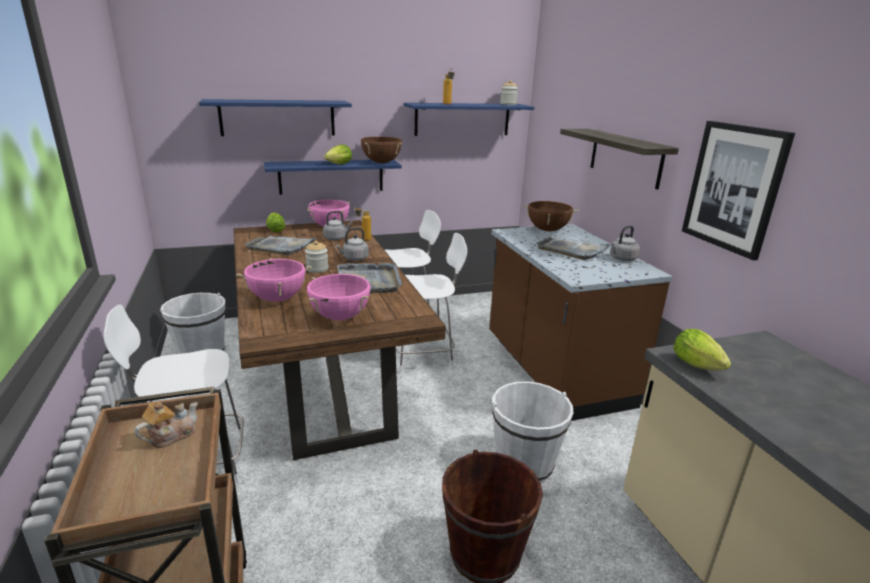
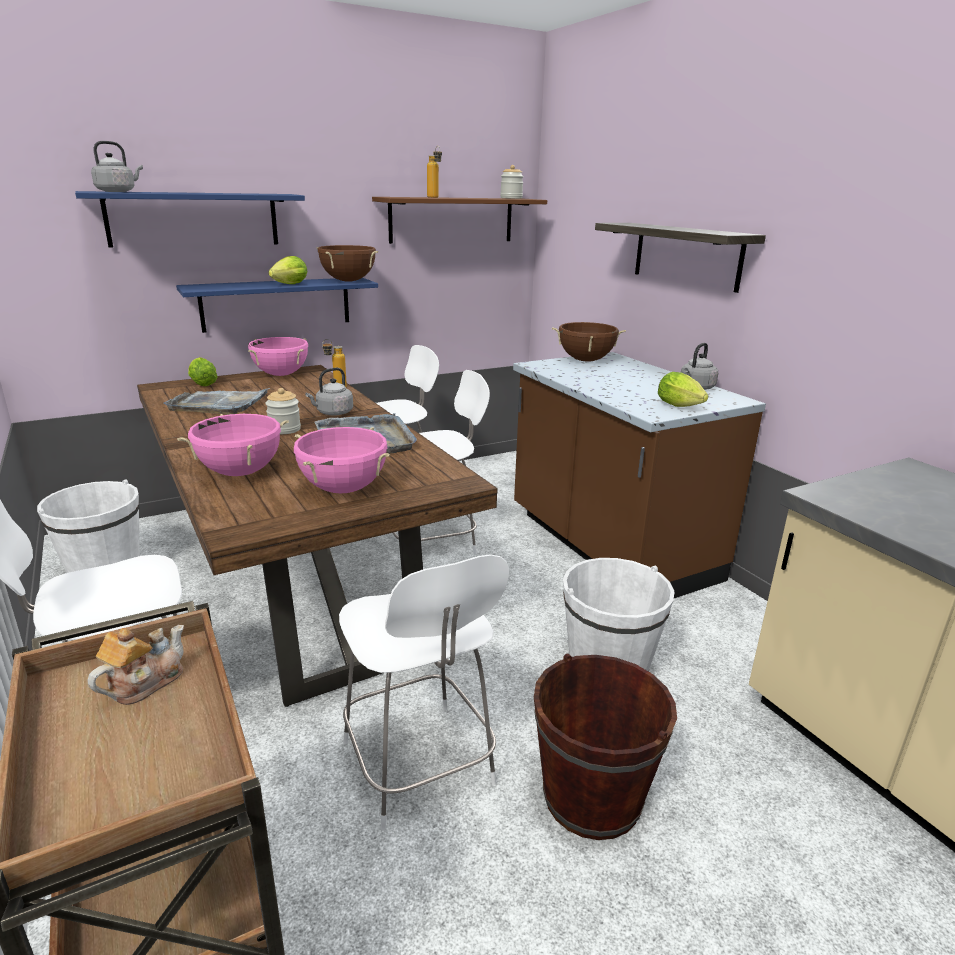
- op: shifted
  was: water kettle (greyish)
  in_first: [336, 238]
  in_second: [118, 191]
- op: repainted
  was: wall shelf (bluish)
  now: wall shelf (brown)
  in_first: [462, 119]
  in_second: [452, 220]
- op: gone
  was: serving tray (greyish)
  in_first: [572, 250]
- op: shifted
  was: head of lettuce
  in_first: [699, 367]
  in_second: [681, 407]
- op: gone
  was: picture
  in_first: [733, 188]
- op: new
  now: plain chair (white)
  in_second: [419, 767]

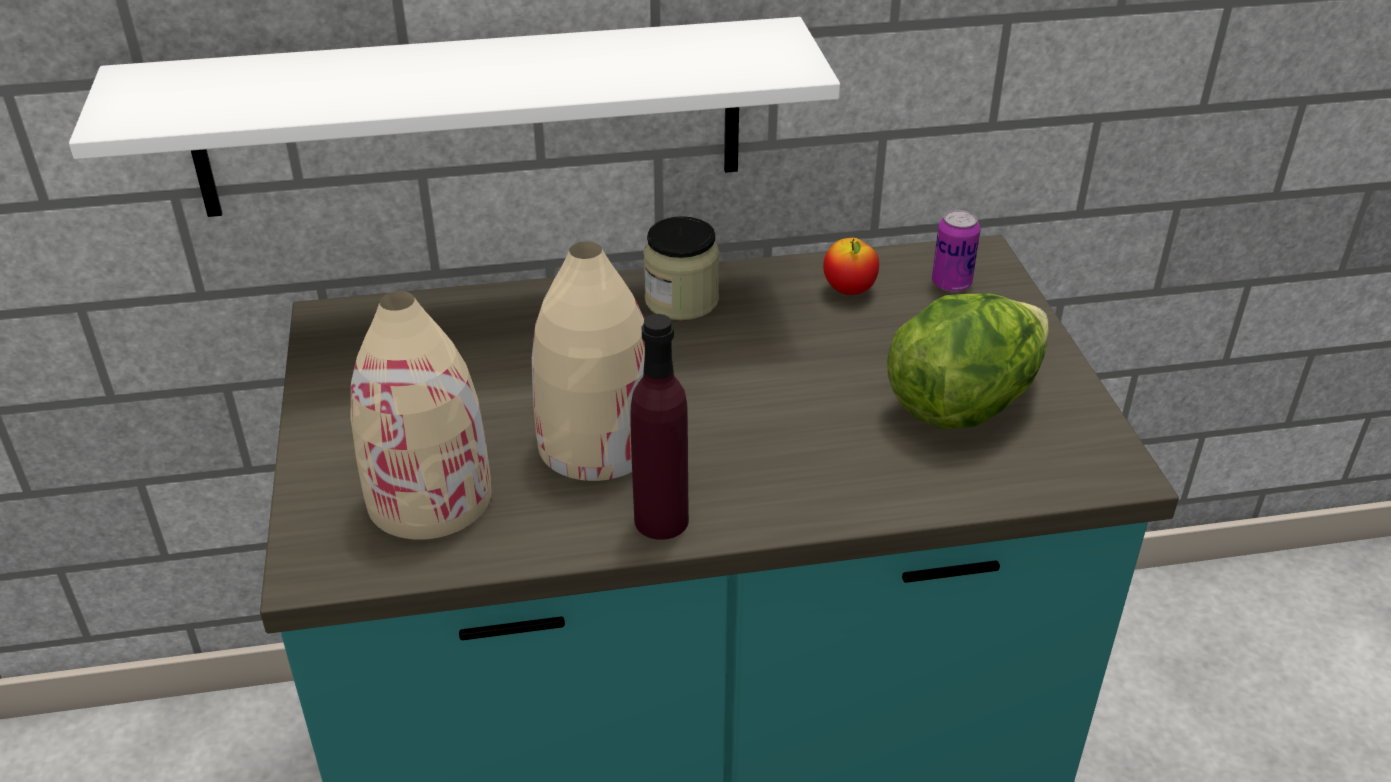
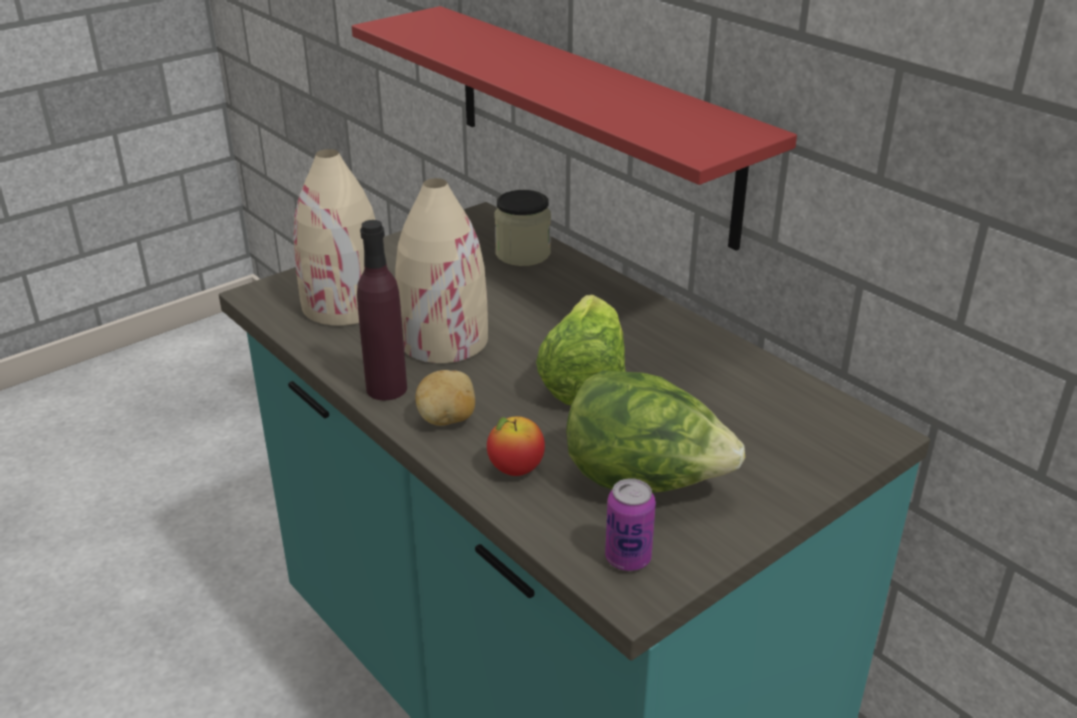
- op: repainted
  was: wall shelf (white)
  now: wall shelf (reddish)
  in_first: [471, 118]
  in_second: [590, 121]
- op: shifted
  was: preserve jar
  in_first: [681, 300]
  in_second: [523, 253]
- op: shifted
  was: apple
  in_first: [849, 290]
  in_second: [515, 469]
- op: shifted
  was: can
  in_first: [951, 283]
  in_second: [628, 558]
- op: new
  now: whole potato
  in_second: [447, 420]
- op: new
  now: head of lettuce
  in_second: [584, 381]

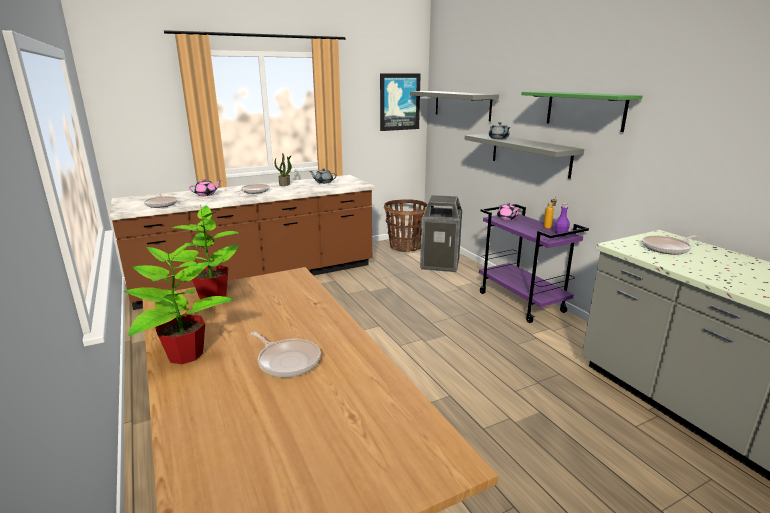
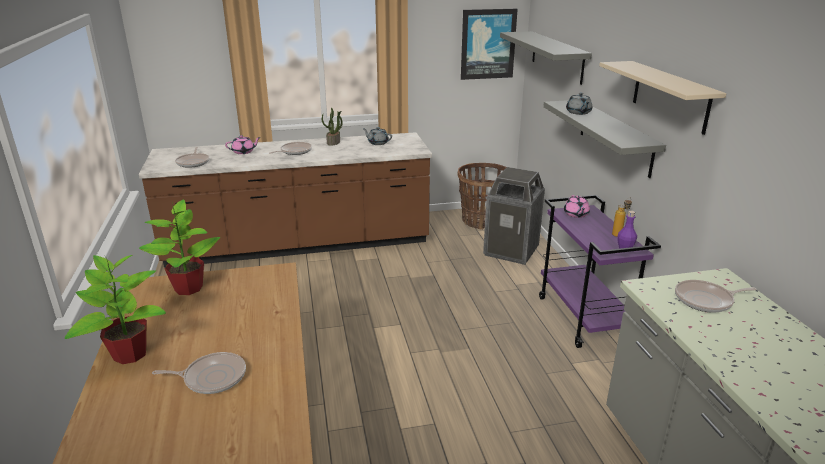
- op: rotated
  was: frying pan
  in_first: [287, 361]
  in_second: [212, 377]
  clockwise: -60
- op: repainted
  was: wall shelf (greenish)
  now: wall shelf (beige)
  in_first: [584, 110]
  in_second: [670, 96]

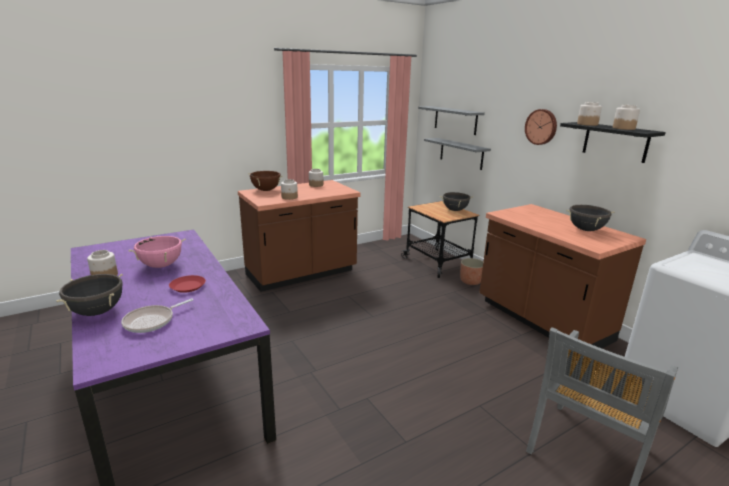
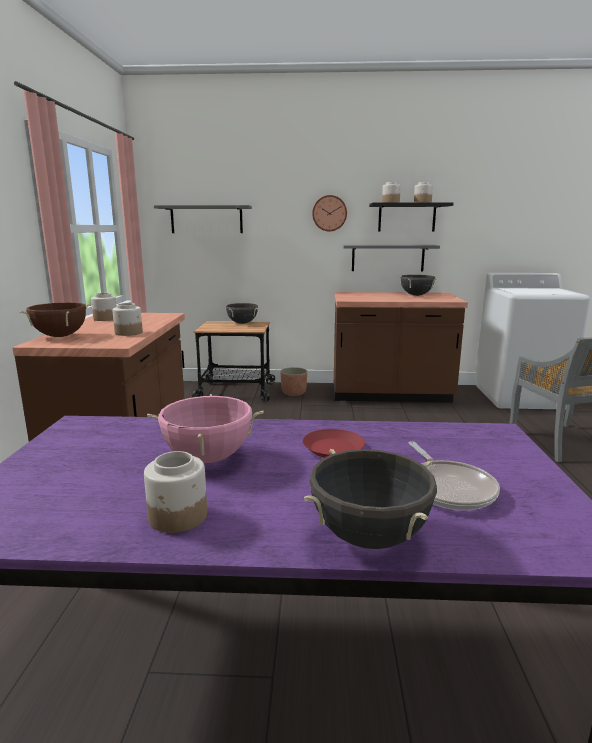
- op: shifted
  was: wall shelf (greyish)
  in_first: [461, 153]
  in_second: [387, 258]

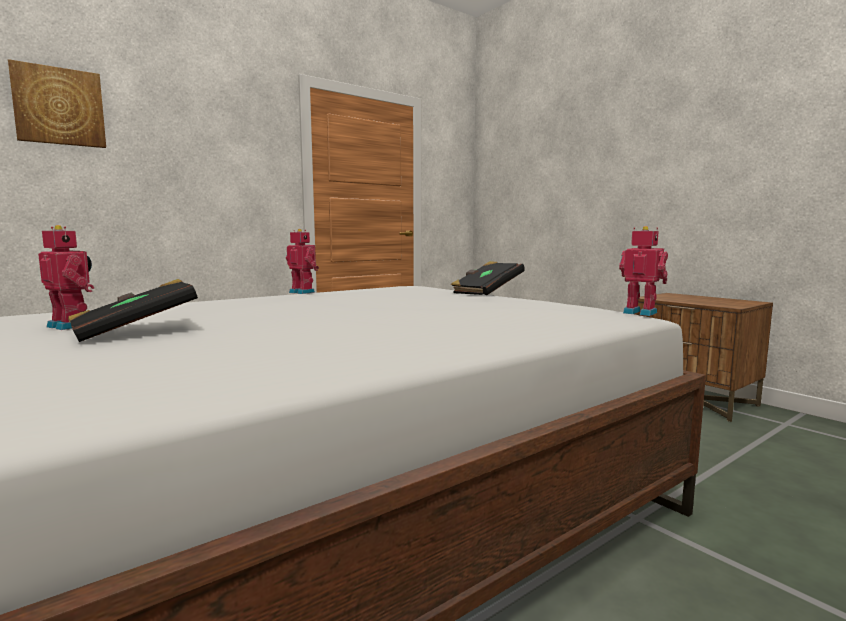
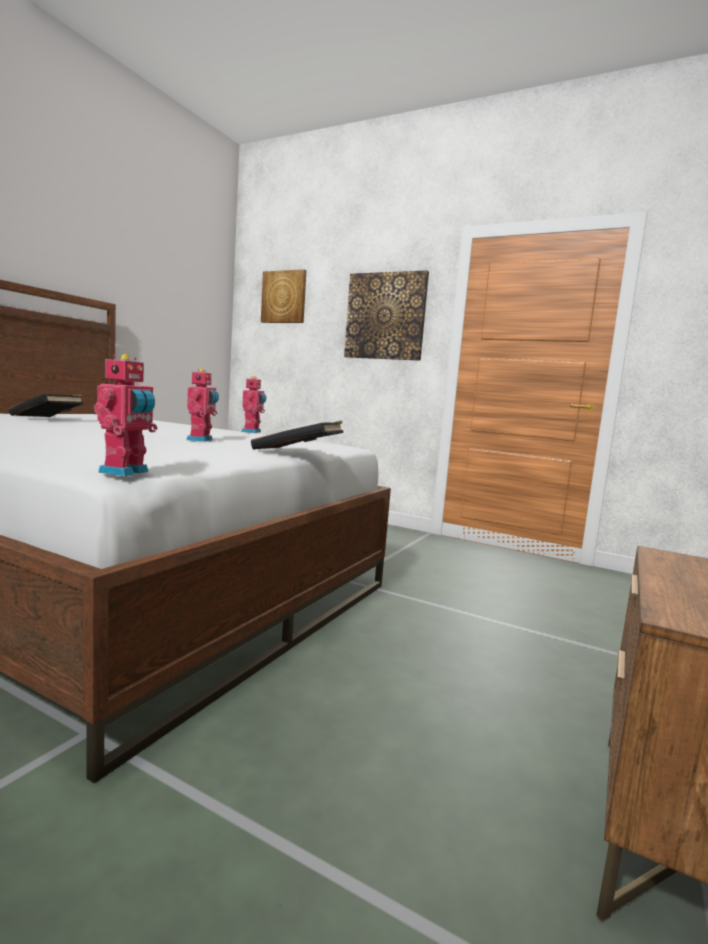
- op: shifted
  was: model robot
  in_first: [72, 326]
  in_second: [201, 440]
- op: new
  now: picture
  in_second: [385, 316]

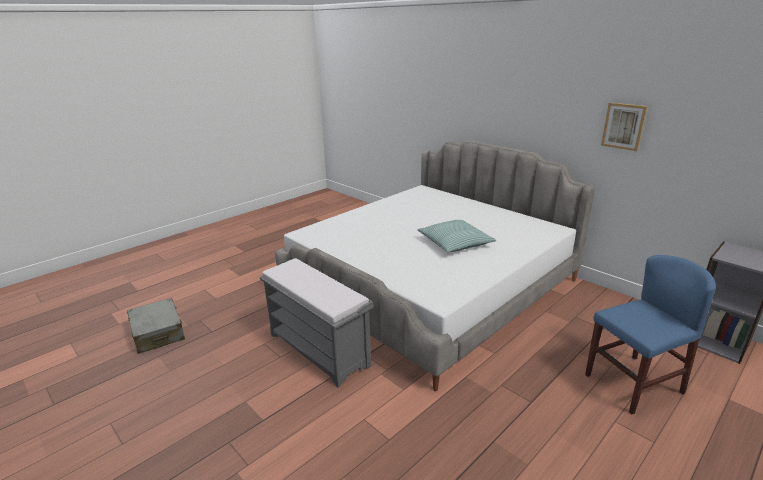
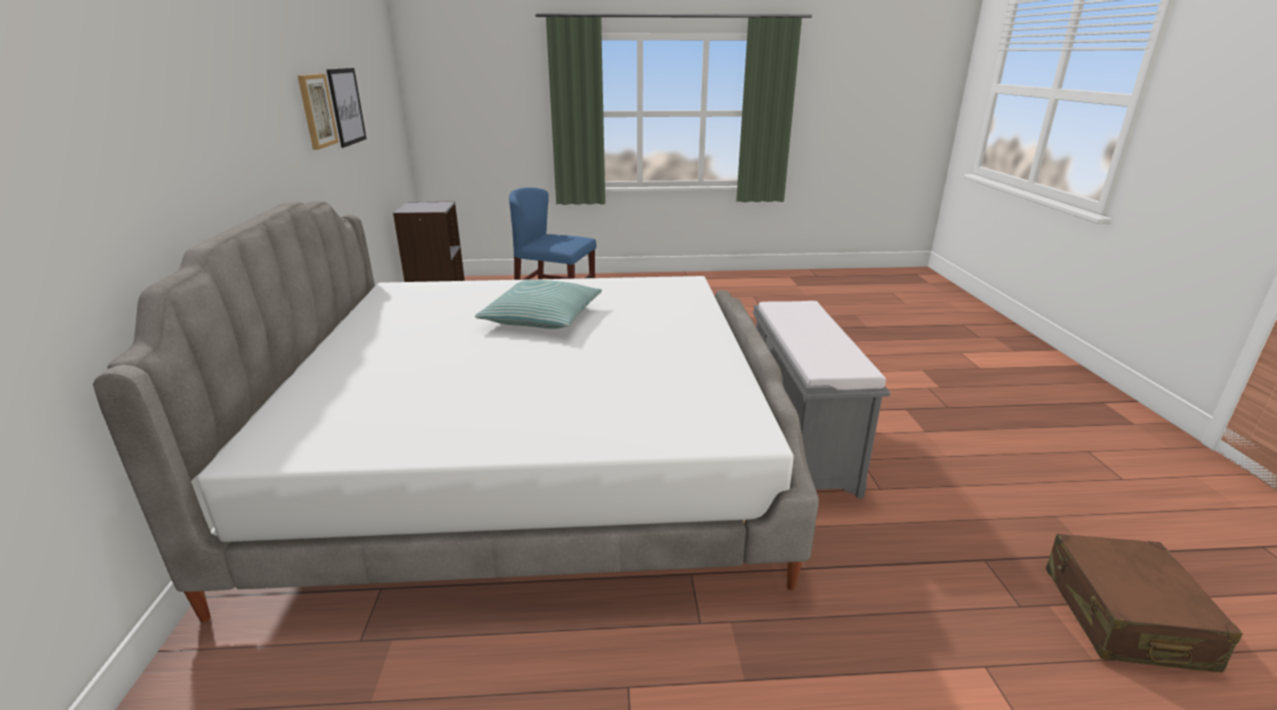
- op: repainted
  was: travel case (greyish)
  now: travel case (brown)
  in_first: [158, 333]
  in_second: [1124, 617]
- op: new
  now: picture
  in_second: [346, 106]

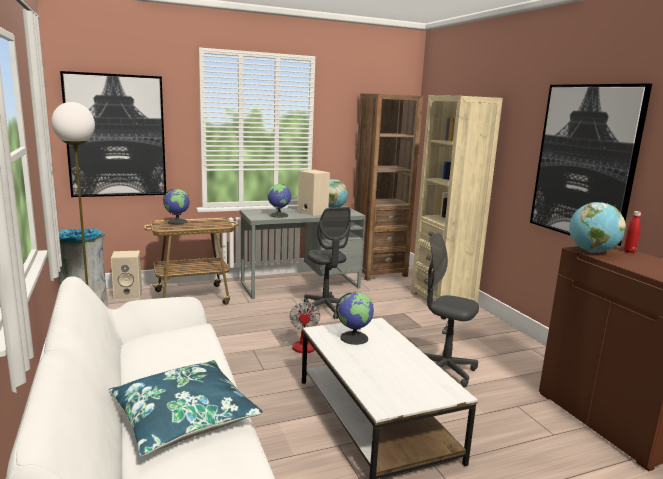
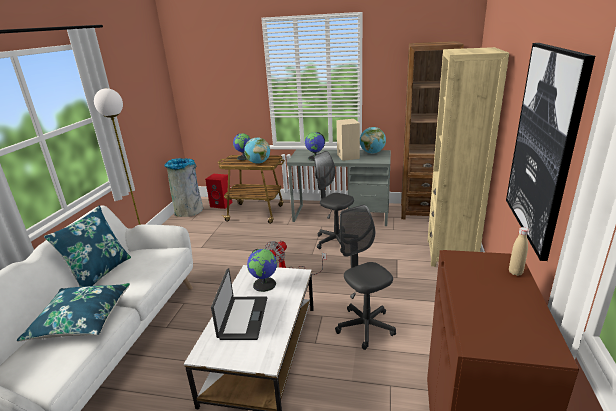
- op: gone
  was: picture
  in_first: [116, 136]
- op: repainted
  was: audio speaker (beige)
  now: audio speaker (reddish)
  in_first: [129, 295]
  in_second: [222, 204]
- op: rotated
  was: office chair (greyish)
  in_first: [325, 309]
  in_second: [336, 241]
  clockwise: 120
- op: shifted
  was: world globe
  in_first: [592, 251]
  in_second: [258, 163]
- op: repainted
  was: bottle (reddish)
  now: bottle (beige)
  in_first: [629, 251]
  in_second: [515, 272]
- op: new
  now: throw pillow (bluish)
  in_second: [99, 273]
- op: new
  now: notebook computer
  in_second: [242, 318]

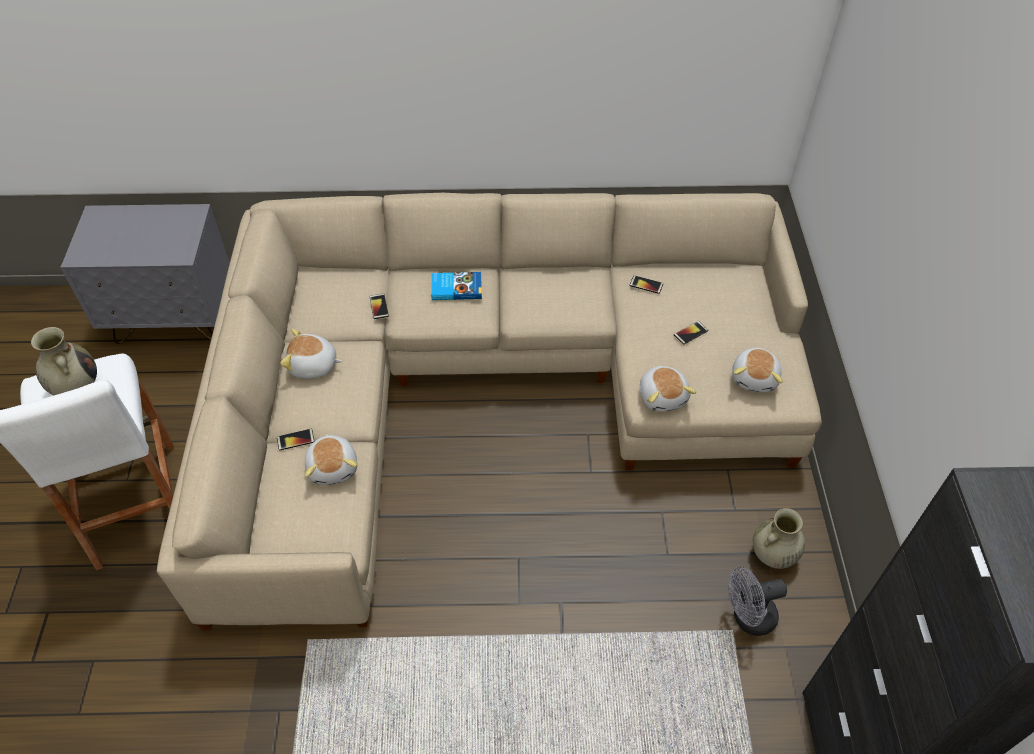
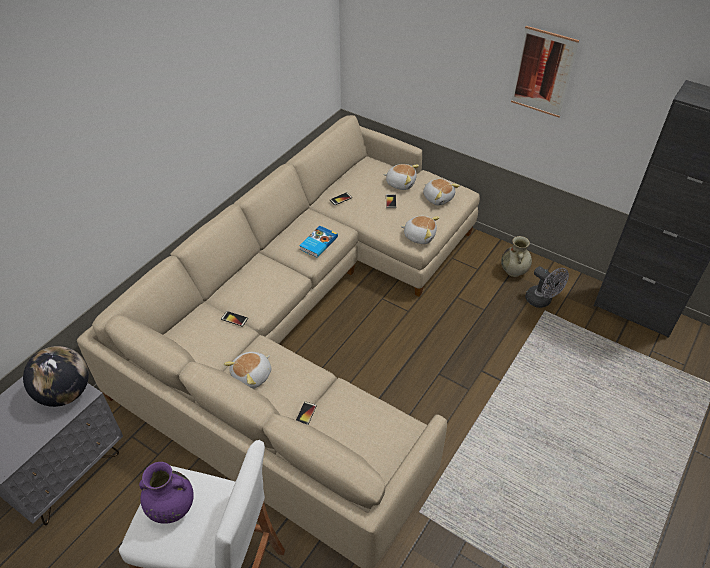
- op: repainted
  was: decorative vase (beige)
  now: decorative vase (purplish)
  in_first: [76, 387]
  in_second: [171, 508]
- op: shifted
  was: plush toy
  in_first: [333, 467]
  in_second: [400, 183]
- op: shifted
  was: bound book
  in_first: [456, 288]
  in_second: [318, 243]
- op: rotated
  was: fan (greyish)
  in_first: [747, 618]
  in_second: [542, 301]
  clockwise: -60
- op: new
  now: world globe
  in_second: [66, 393]
- op: new
  now: picture
  in_second: [543, 72]

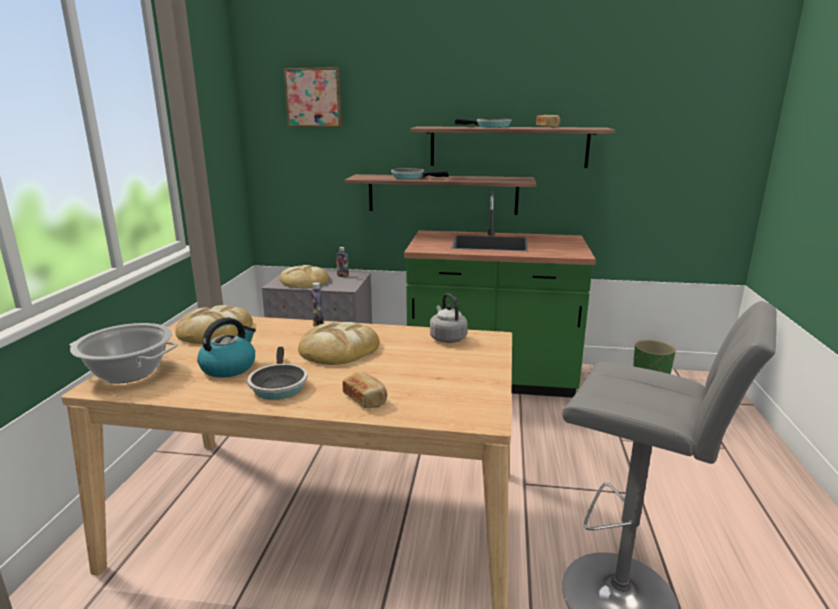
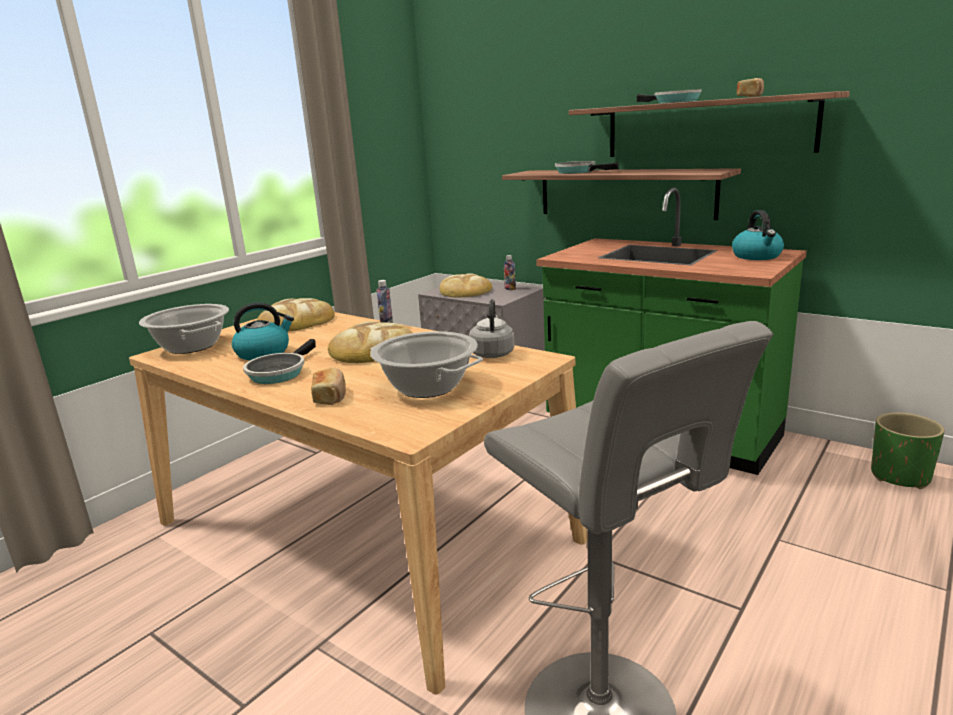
- op: gone
  was: picture
  in_first: [314, 98]
- op: new
  now: cooking pot
  in_second: [428, 387]
- op: new
  now: water kettle
  in_second: [757, 256]

